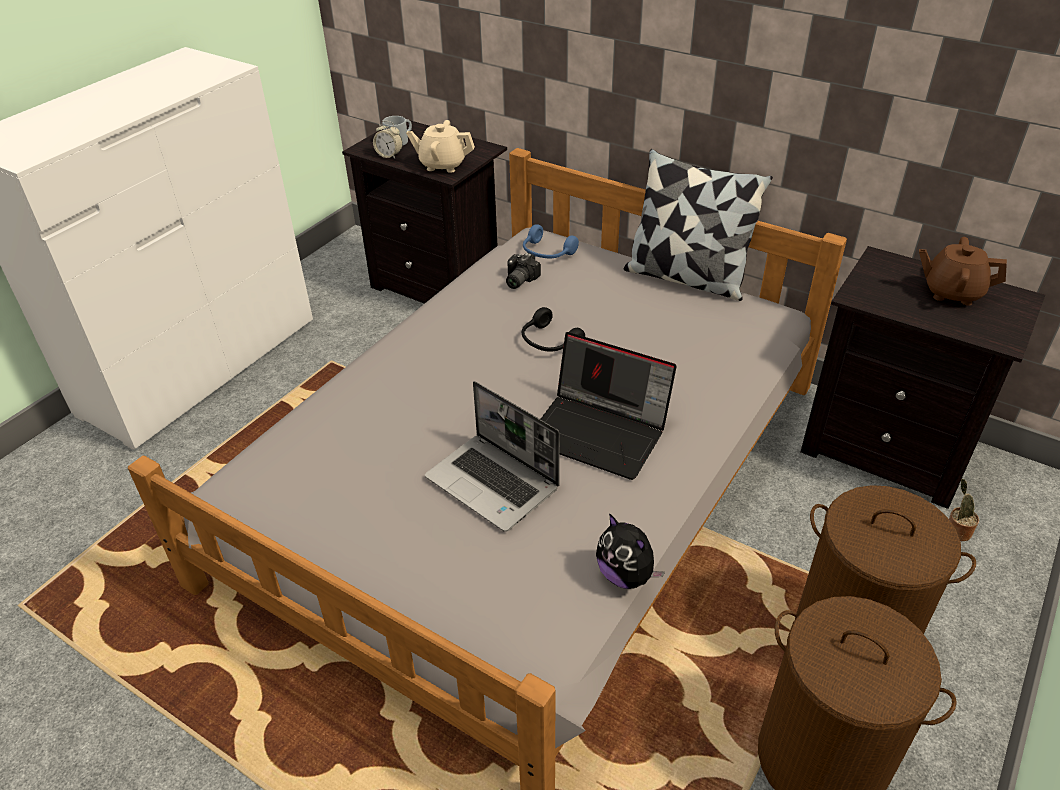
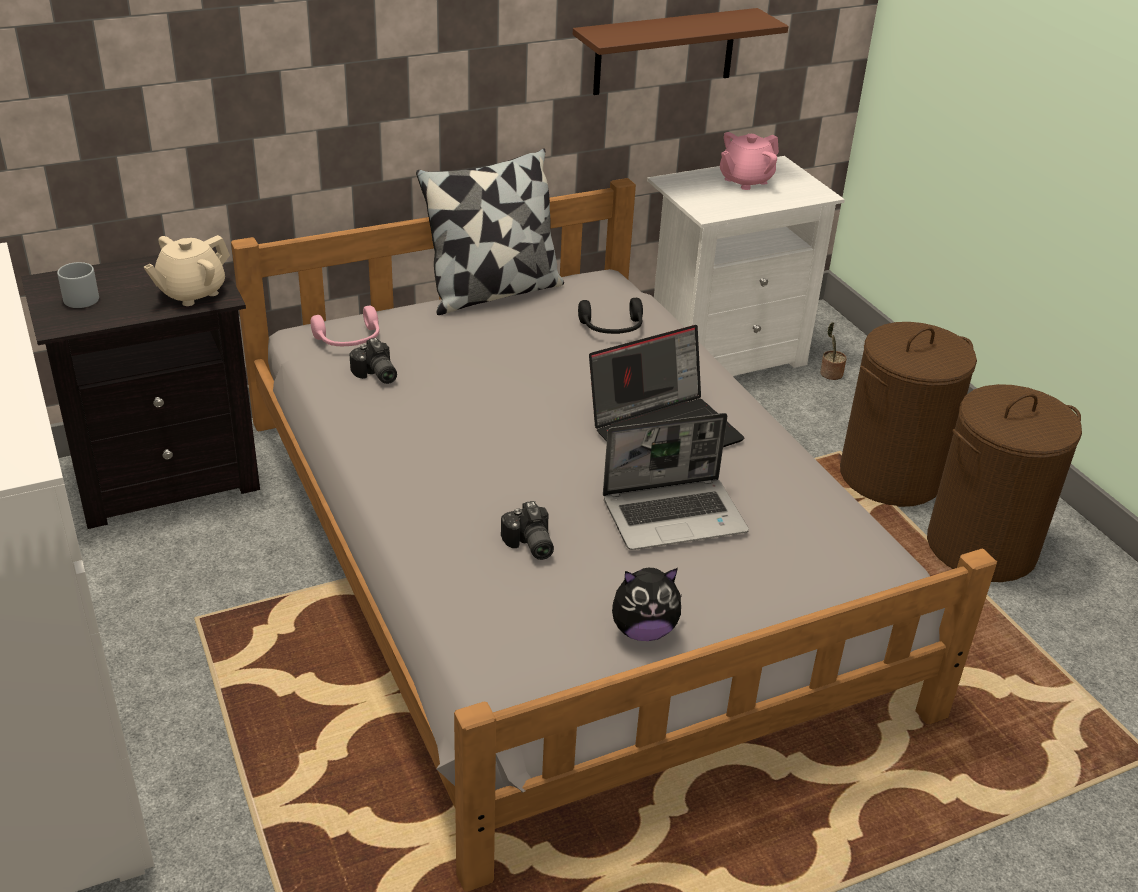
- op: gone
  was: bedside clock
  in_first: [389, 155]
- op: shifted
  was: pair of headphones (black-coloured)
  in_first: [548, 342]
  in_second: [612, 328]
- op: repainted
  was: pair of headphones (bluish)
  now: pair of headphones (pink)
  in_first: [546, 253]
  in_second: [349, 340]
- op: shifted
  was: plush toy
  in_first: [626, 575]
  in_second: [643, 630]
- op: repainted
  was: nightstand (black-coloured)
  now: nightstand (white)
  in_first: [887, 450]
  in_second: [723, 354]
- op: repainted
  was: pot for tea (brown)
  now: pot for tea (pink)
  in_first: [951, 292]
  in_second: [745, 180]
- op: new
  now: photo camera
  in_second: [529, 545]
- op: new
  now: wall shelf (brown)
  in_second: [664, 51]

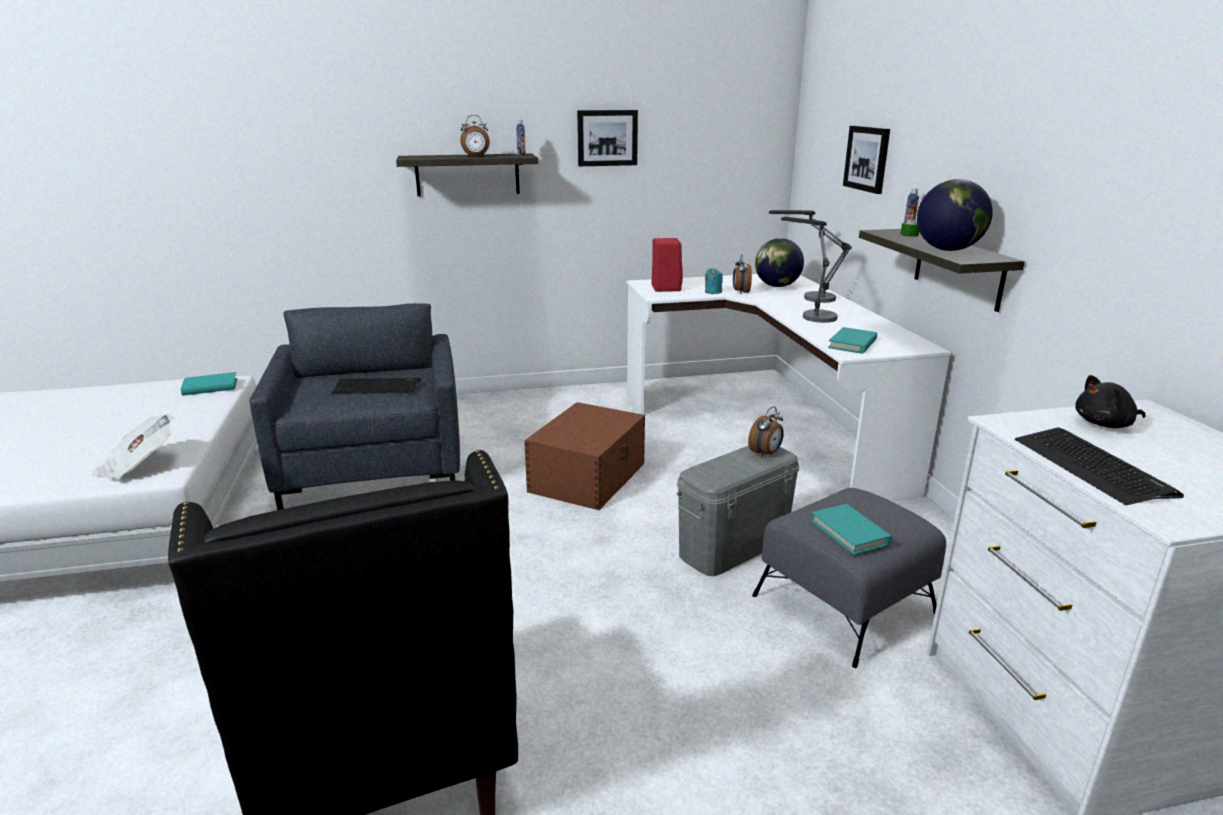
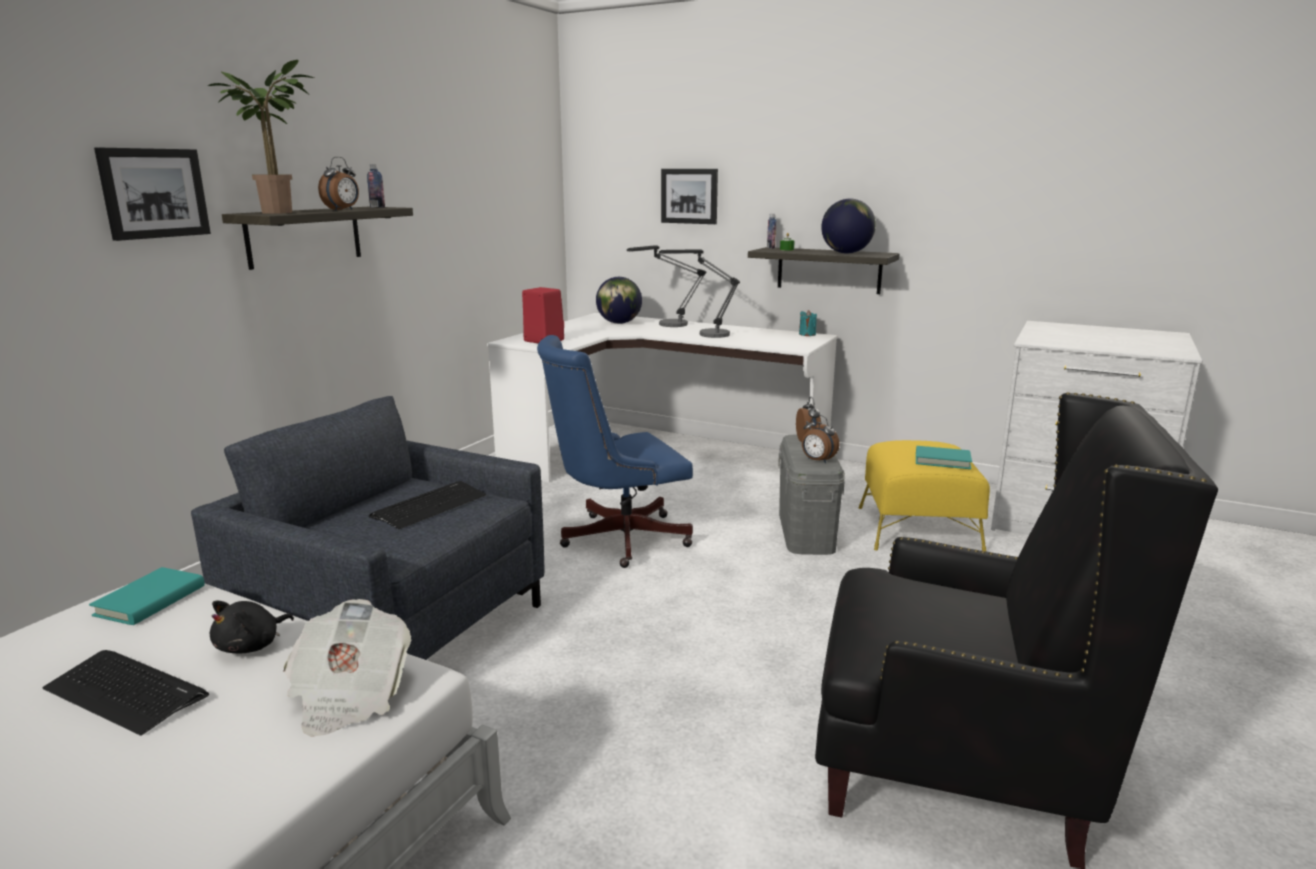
- op: swapped
  was: storage bin (brown)
  now: office chair (bluish)
  in_first: [588, 477]
  in_second: [616, 539]
- op: shifted
  was: picture
  in_first: [607, 138]
  in_second: [153, 193]
- op: shifted
  was: candle (turquoise)
  in_first: [713, 292]
  in_second: [807, 334]
- op: shifted
  was: bedside clock
  in_first: [740, 292]
  in_second: [817, 461]
- op: repainted
  was: pouffe (greyish)
  now: pouffe (yellowish)
  in_first: [845, 605]
  in_second: [918, 529]
- op: gone
  was: bound book (turquoise)
  in_first: [852, 344]
- op: shifted
  was: computer keyboard
  in_first: [1091, 467]
  in_second: [126, 692]
- op: shifted
  was: plush toy (black-coloured)
  in_first: [1105, 424]
  in_second: [251, 646]
- op: new
  now: potted plant
  in_second: [282, 212]

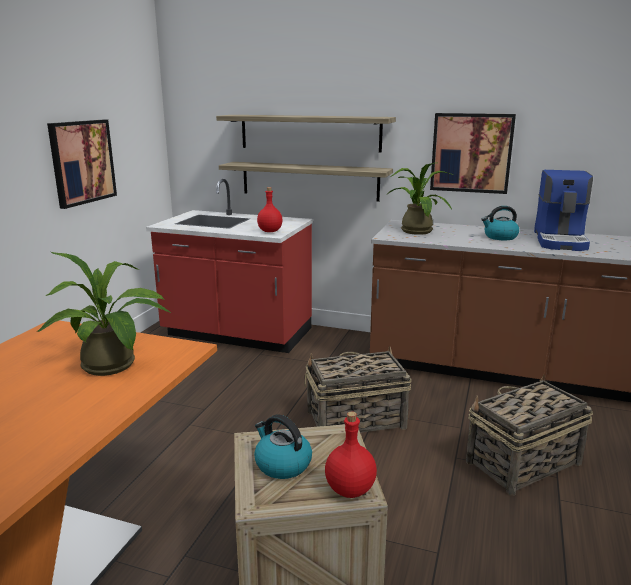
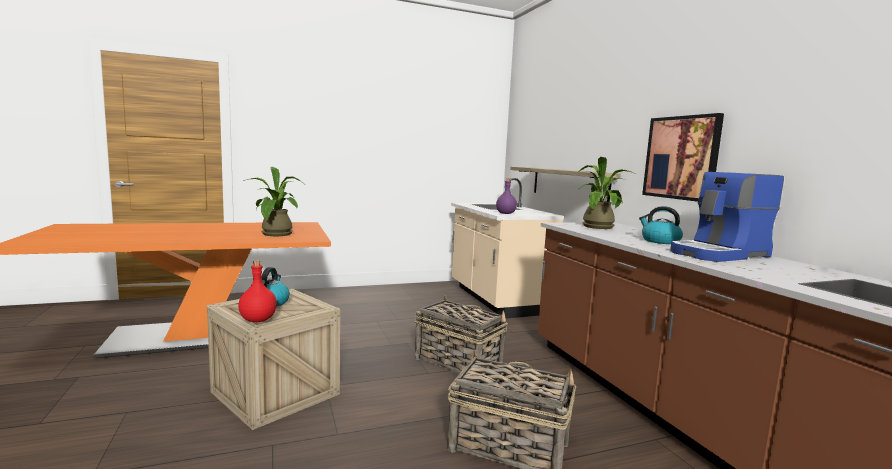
- op: gone
  was: picture
  in_first: [82, 162]
- op: repainted
  was: counter (reddish)
  now: counter (beige)
  in_first: [237, 334]
  in_second: [497, 299]
- op: gone
  was: wall shelf
  in_first: [309, 133]
- op: repainted
  was: bottle (reddish)
  now: bottle (purplish)
  in_first: [270, 231]
  in_second: [506, 213]

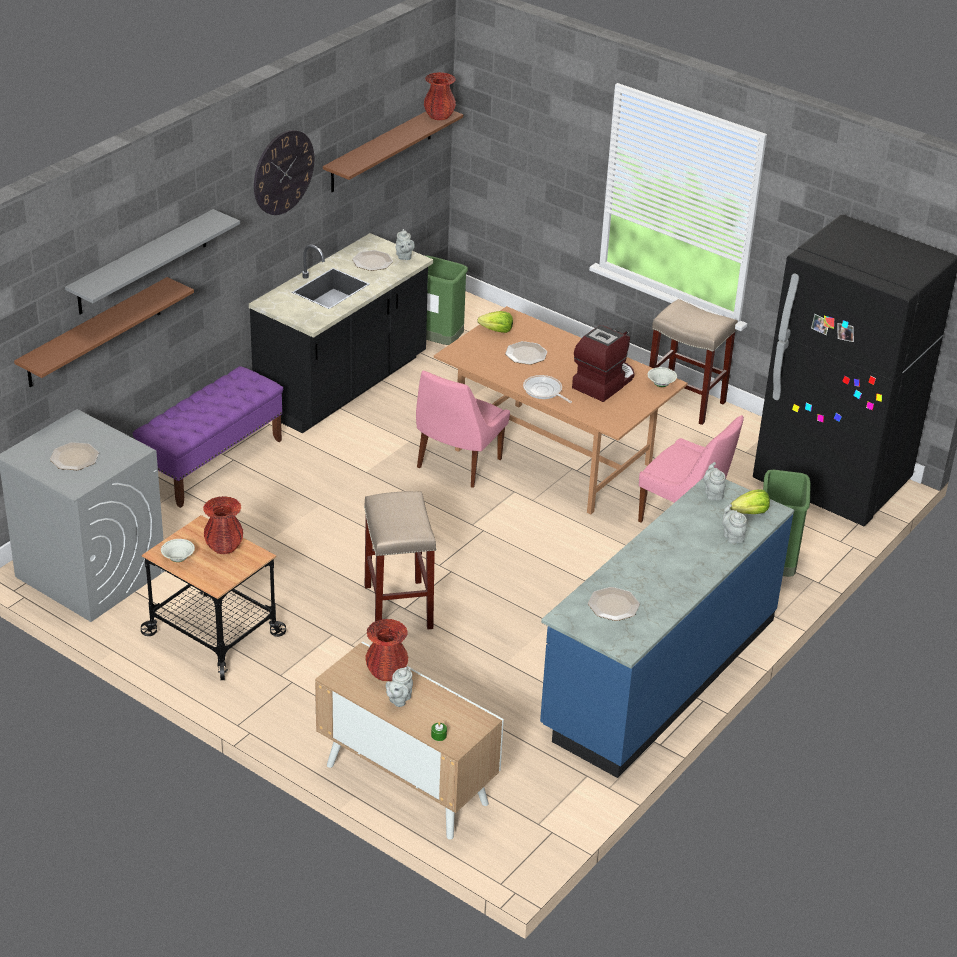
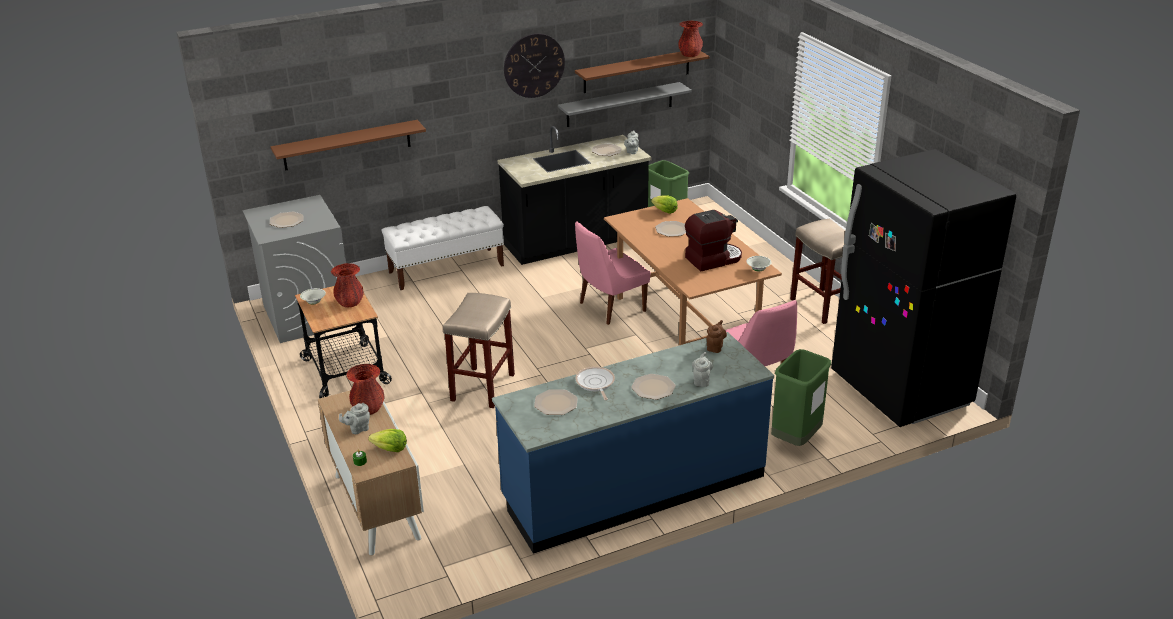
- op: shifted
  was: wall shelf (greyish)
  in_first: [142, 262]
  in_second: [620, 104]
- op: repainted
  was: long seat (purplish)
  now: long seat (white)
  in_first: [212, 462]
  in_second: [446, 269]
- op: shifted
  was: frying pan
  in_first: [544, 391]
  in_second: [595, 383]
- op: repainted
  was: pot for tea (greyish)
  now: pot for tea (brown)
  in_first: [713, 493]
  in_second: [715, 347]
- op: shifted
  was: head of lettuce
  in_first: [750, 513]
  in_second: [390, 449]
- op: new
  now: flat dish
  in_second: [653, 388]

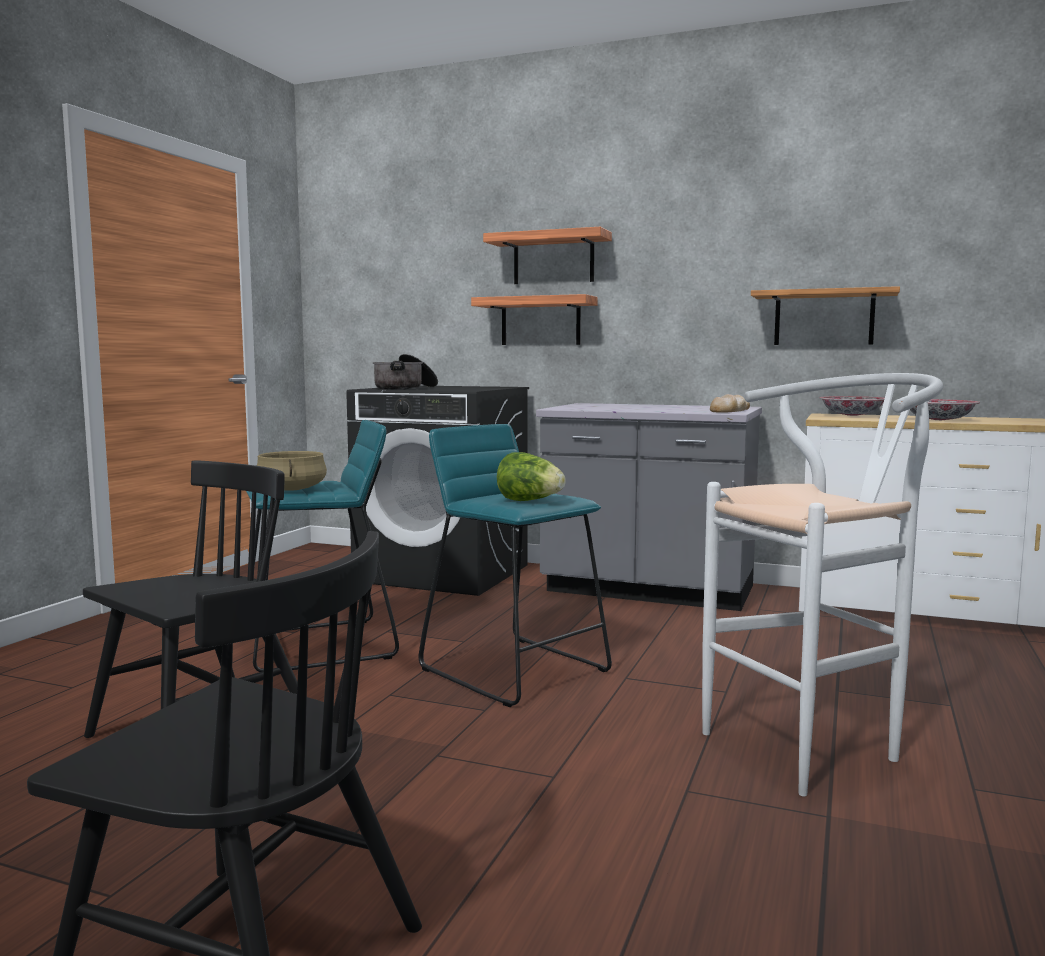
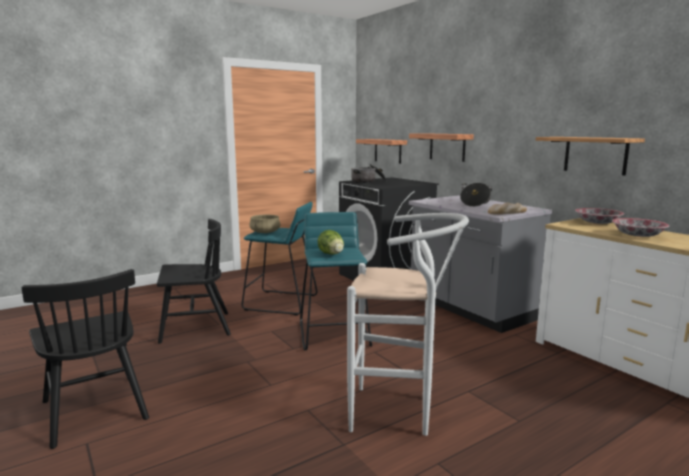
- op: shifted
  was: wall shelf
  in_first: [553, 259]
  in_second: [388, 151]
- op: new
  now: cooking pot
  in_second: [474, 203]

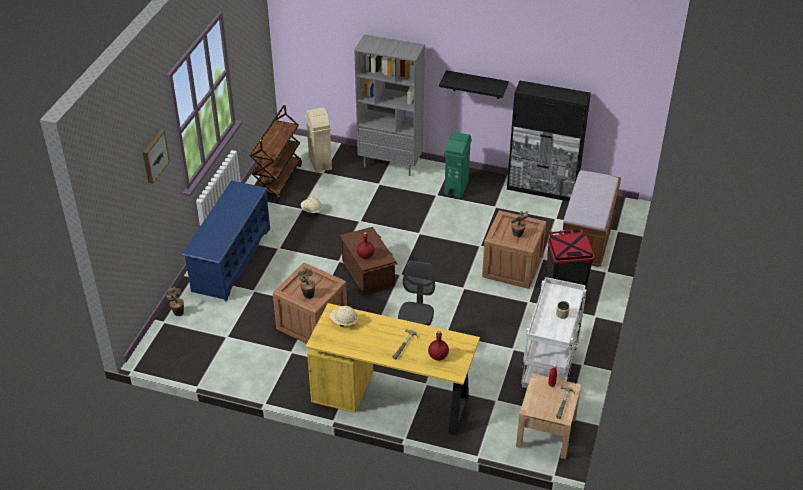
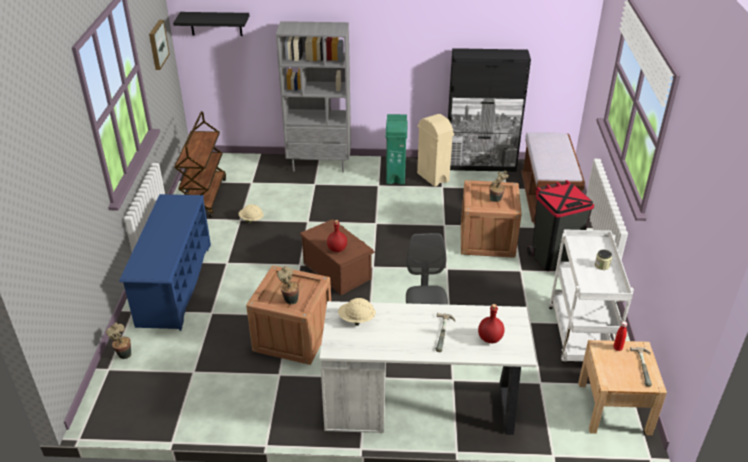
- op: shifted
  was: picture
  in_first: [154, 156]
  in_second: [157, 44]
- op: shifted
  was: trash can (beige)
  in_first: [320, 163]
  in_second: [433, 177]
- op: repainted
  was: desk (yellowish)
  now: desk (white)
  in_first: [393, 399]
  in_second: [422, 406]
- op: shifted
  was: wall shelf (black-coloured)
  in_first: [476, 85]
  in_second: [216, 24]

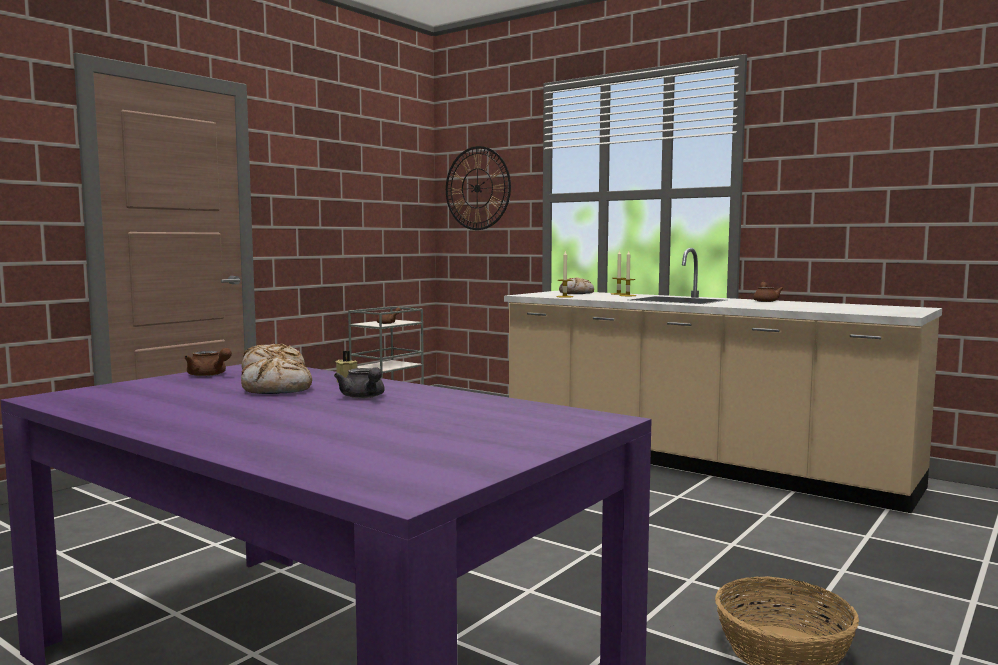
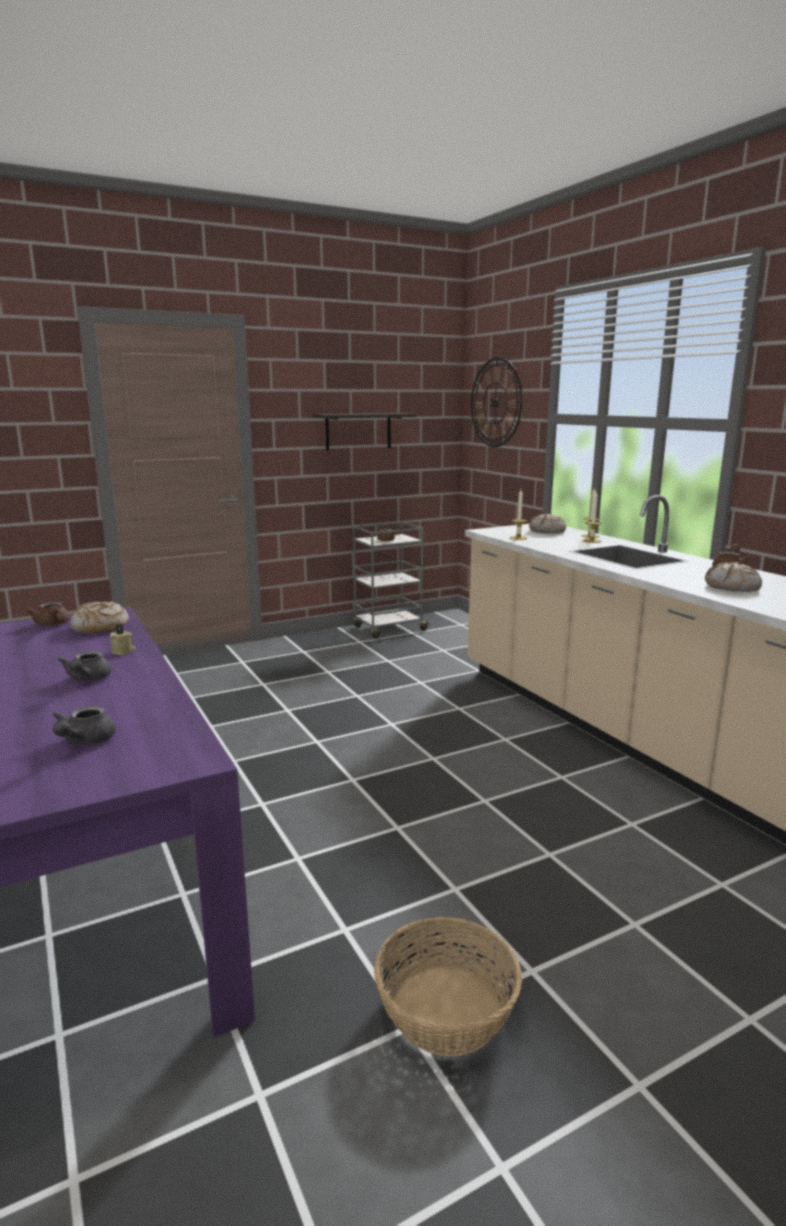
- op: shifted
  was: bread
  in_first: [278, 390]
  in_second: [732, 587]
- op: new
  now: pot for tea (greyish)
  in_second: [84, 741]
- op: new
  now: wall shelf
  in_second: [358, 431]

